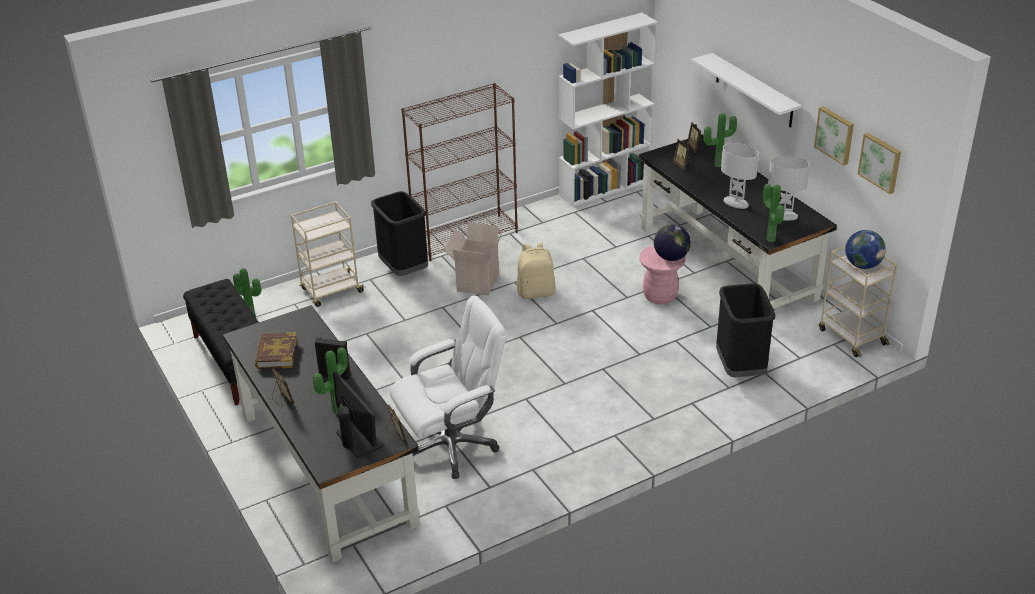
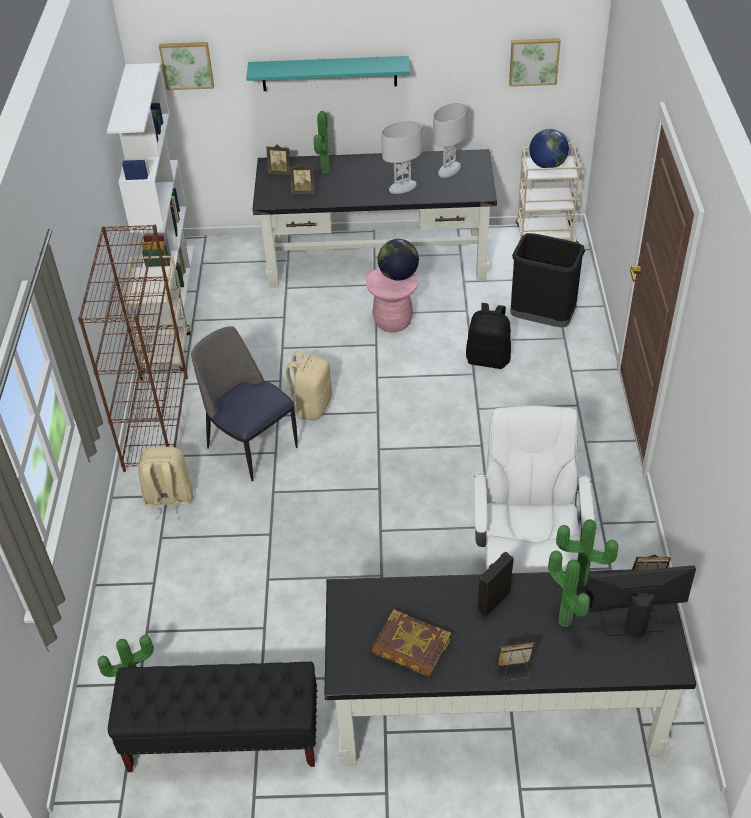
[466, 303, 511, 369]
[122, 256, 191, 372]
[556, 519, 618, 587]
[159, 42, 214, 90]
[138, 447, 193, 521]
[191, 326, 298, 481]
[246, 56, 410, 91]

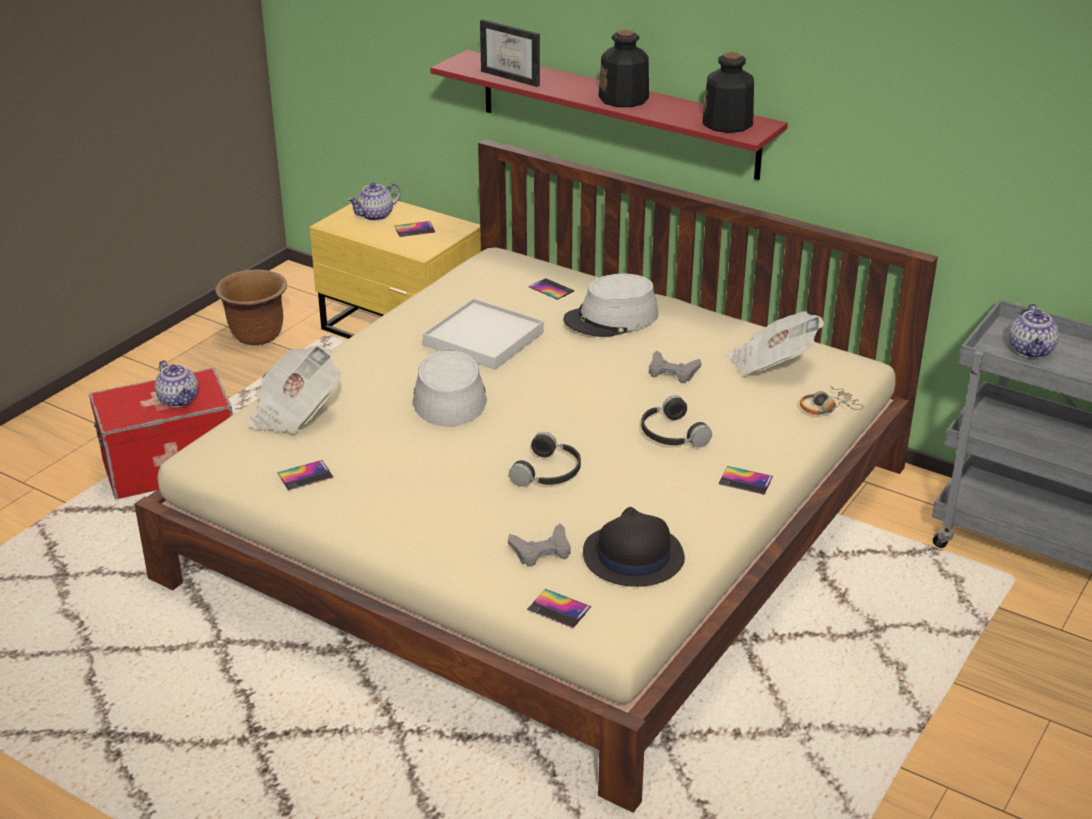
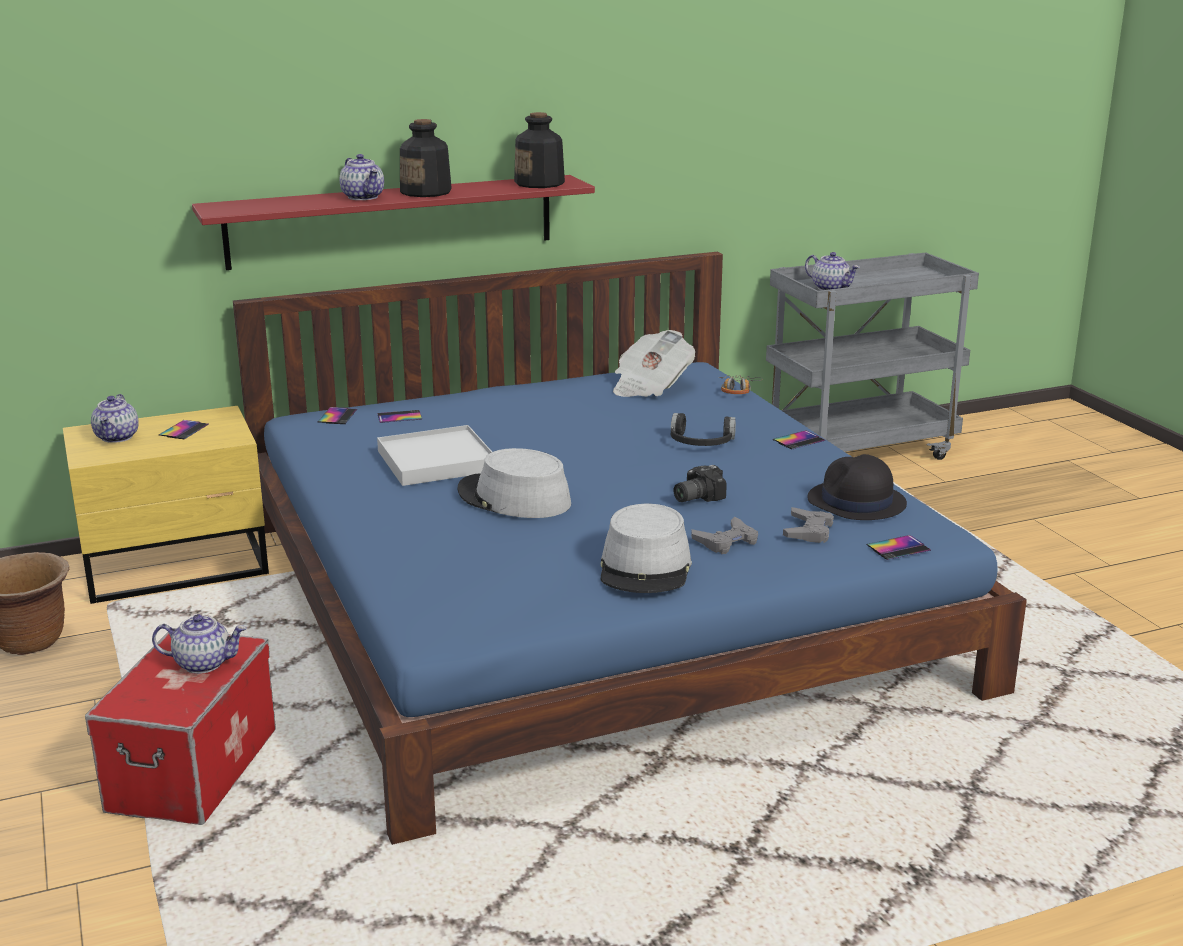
[247, 346, 341, 434] (first image)
[480, 19, 540, 87] (first image)
[340, 154, 384, 200]
[318, 407, 357, 424]
[601, 504, 692, 593]
[691, 516, 758, 554]
[674, 465, 727, 502]
[233, 252, 1027, 845]

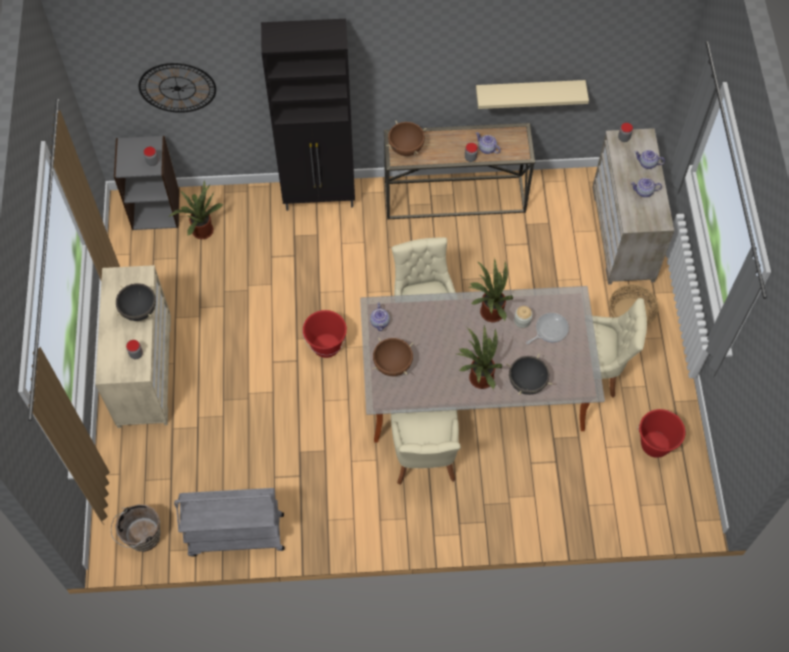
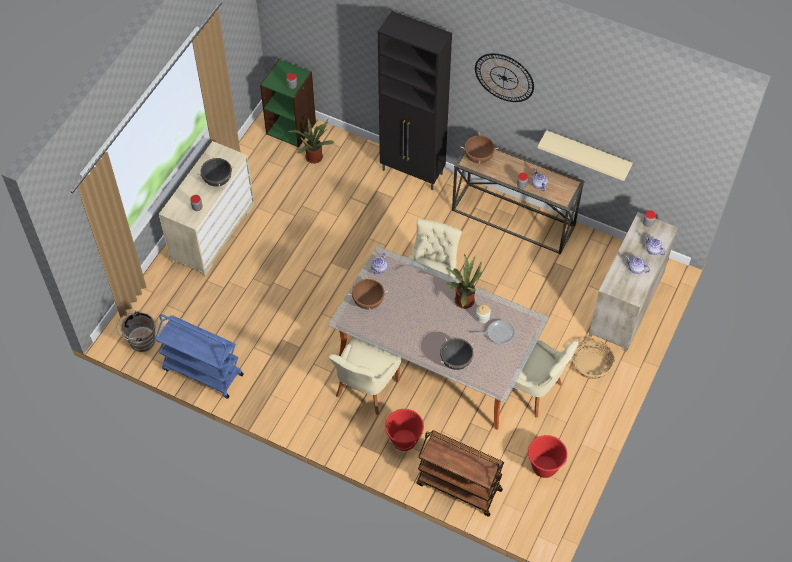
[457, 324, 502, 390] (first image)
[416, 431, 504, 517]
[475, 53, 534, 102]
[385, 409, 424, 451]
[260, 59, 316, 147]
[155, 314, 244, 399]

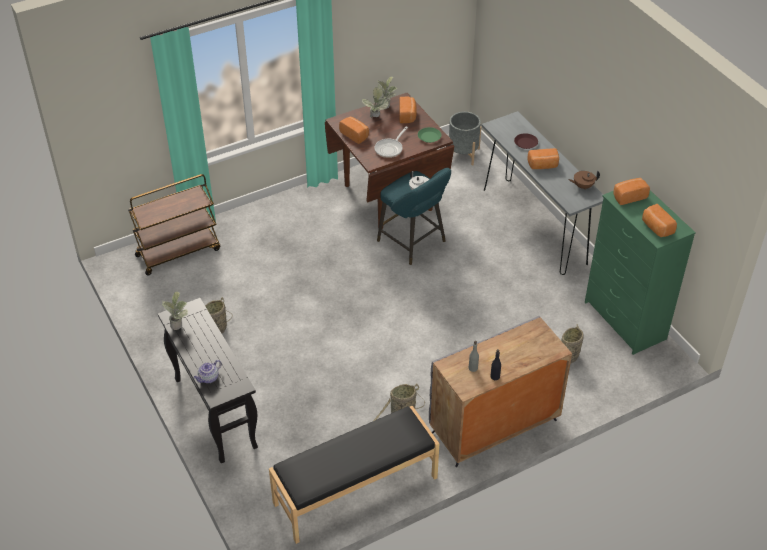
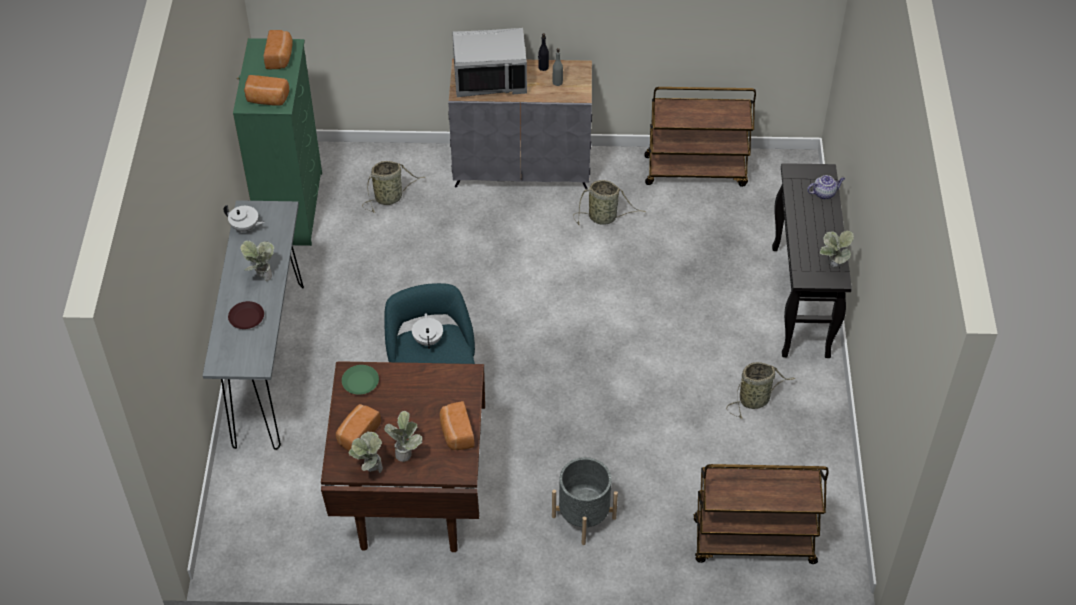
[374, 127, 408, 158] (first image)
[452, 28, 527, 97]
[552, 457, 618, 545]
[645, 87, 756, 187]
[240, 240, 274, 281]
[223, 205, 265, 233]

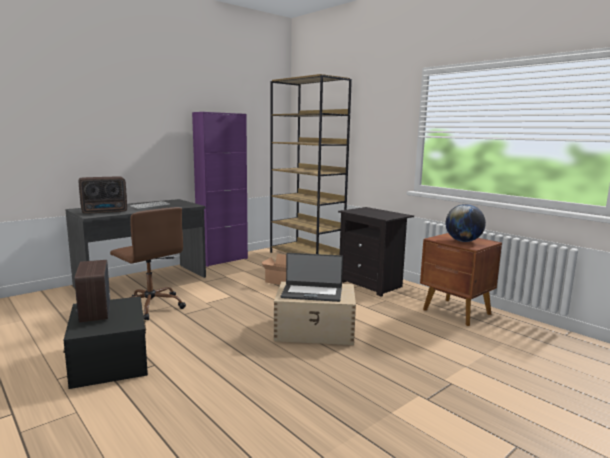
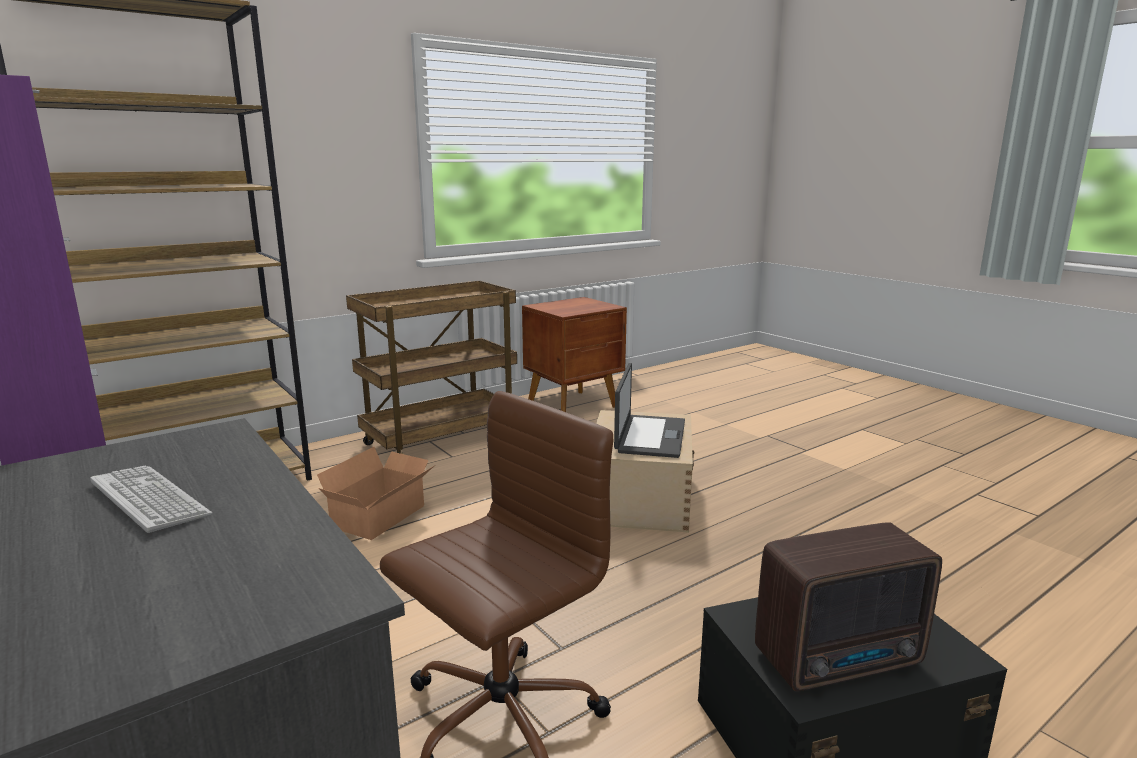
[79, 177, 127, 214] (first image)
[446, 204, 486, 242] (first image)
[346, 281, 517, 454]

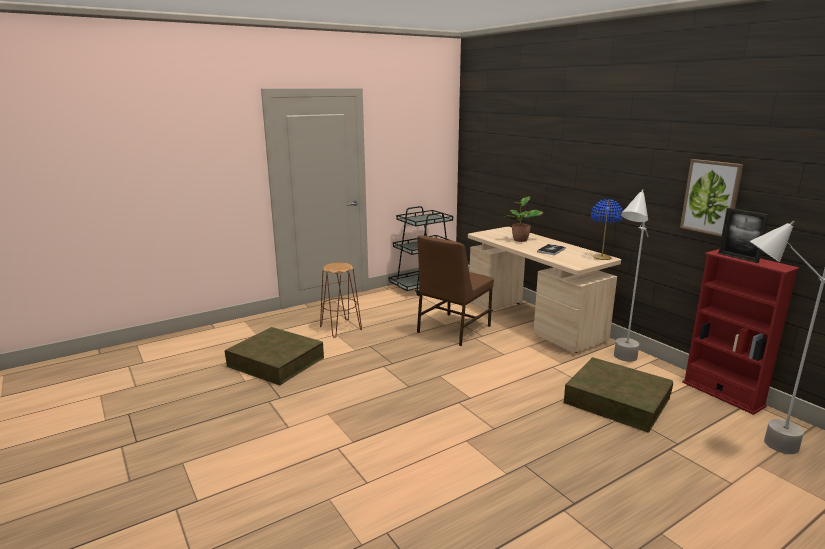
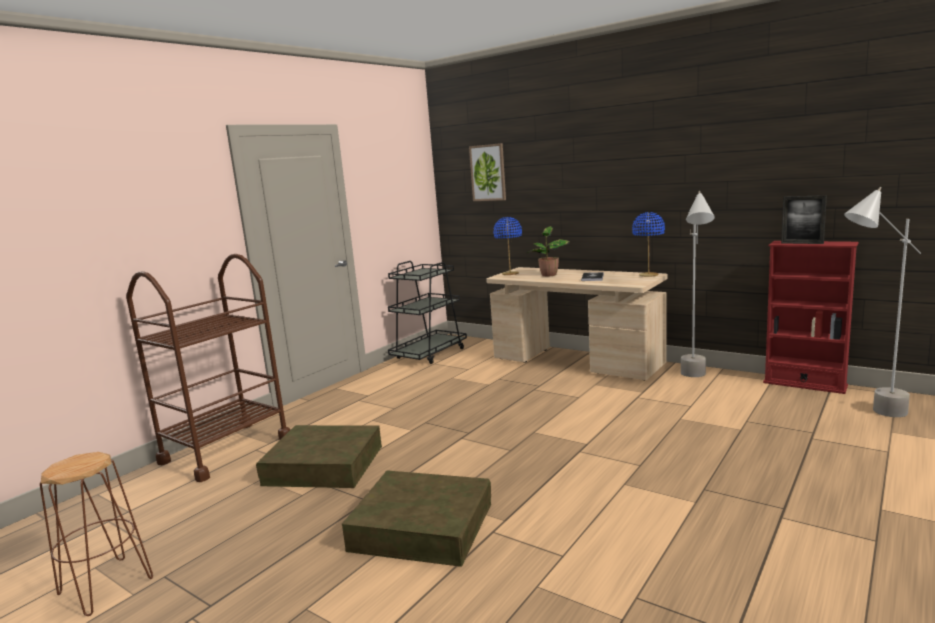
[417, 235, 494, 346] (first image)
[126, 254, 290, 482]
[493, 217, 522, 275]
[40, 452, 153, 616]
[342, 470, 491, 567]
[469, 143, 506, 201]

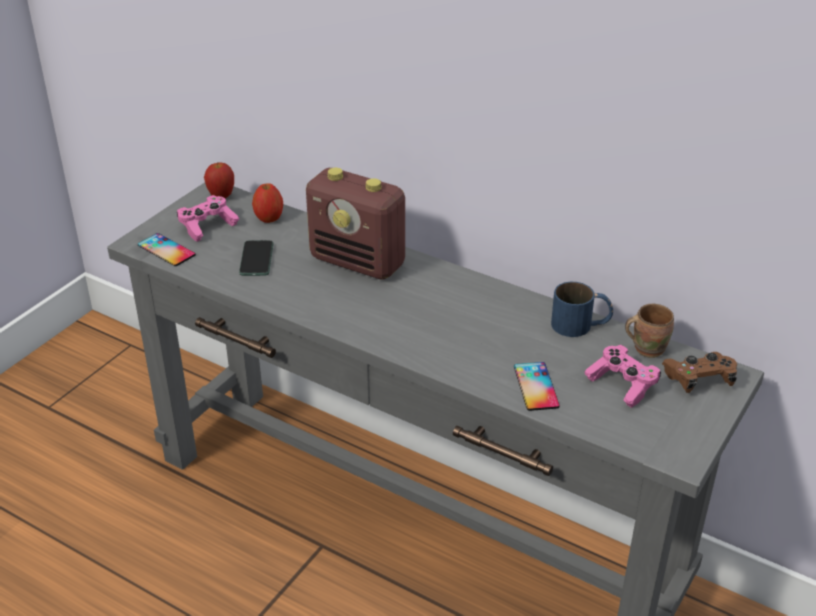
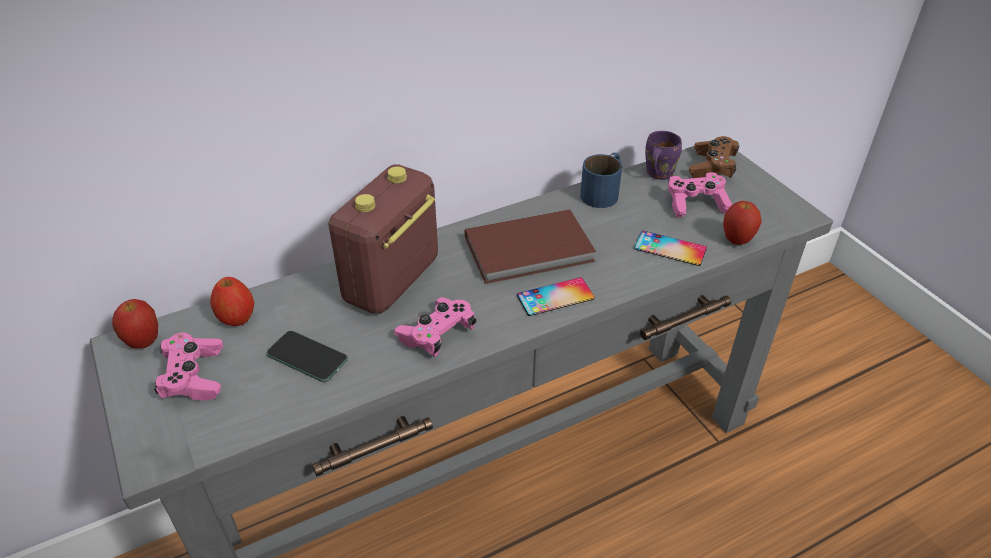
[394, 297, 476, 357]
[465, 209, 596, 284]
[723, 201, 762, 245]
[517, 277, 595, 316]
[645, 131, 682, 180]
[329, 164, 438, 314]

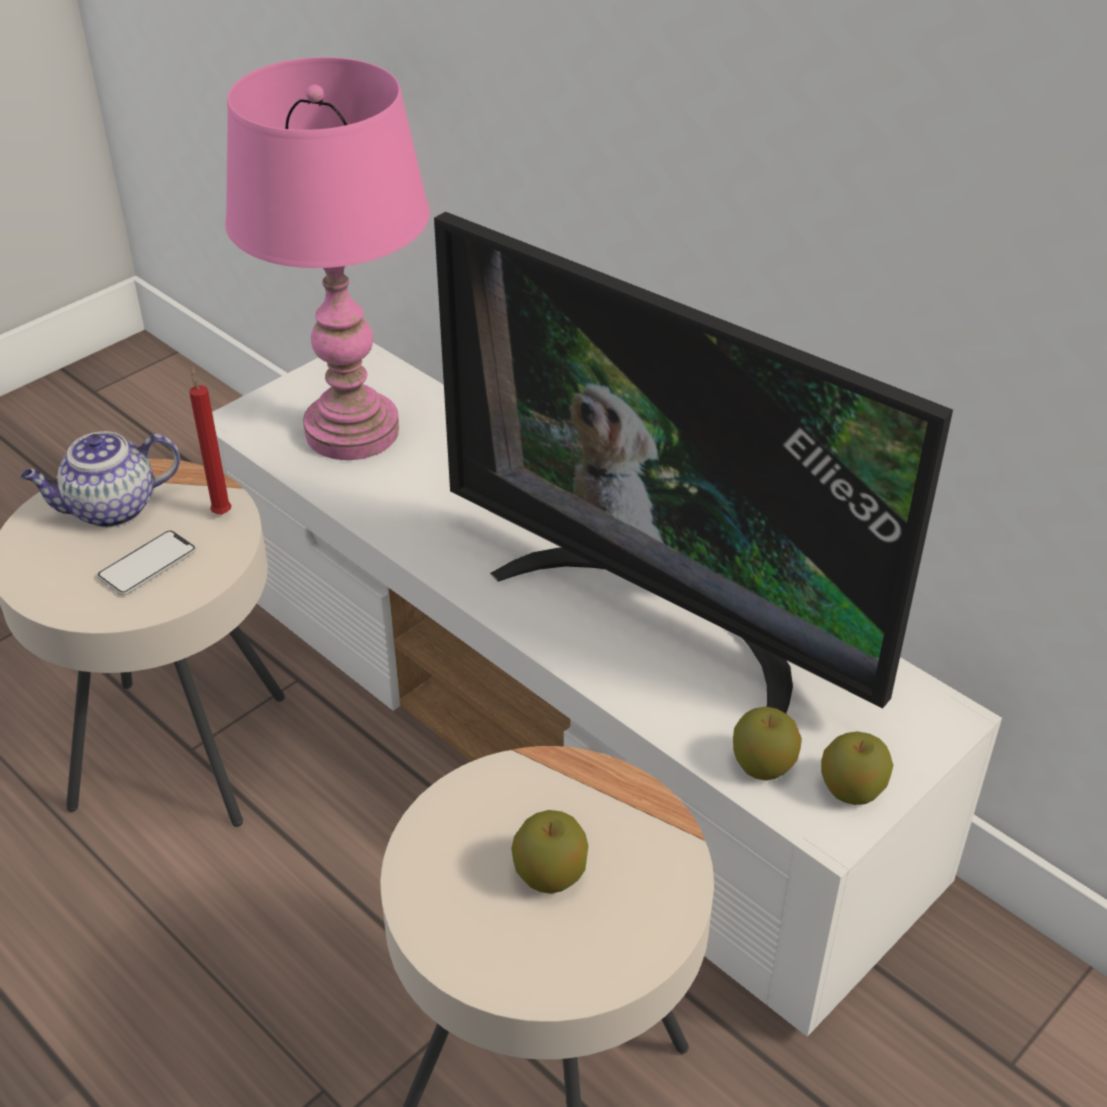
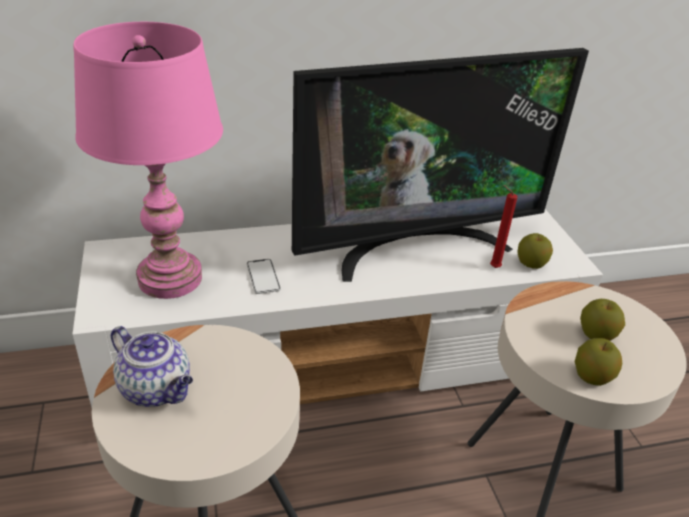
[247, 259, 281, 294]
[490, 185, 517, 268]
[574, 338, 622, 386]
[111, 326, 193, 407]

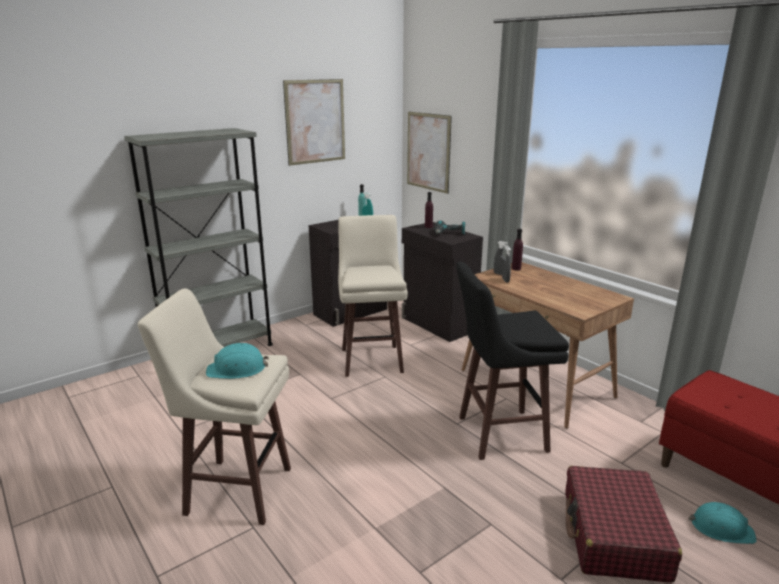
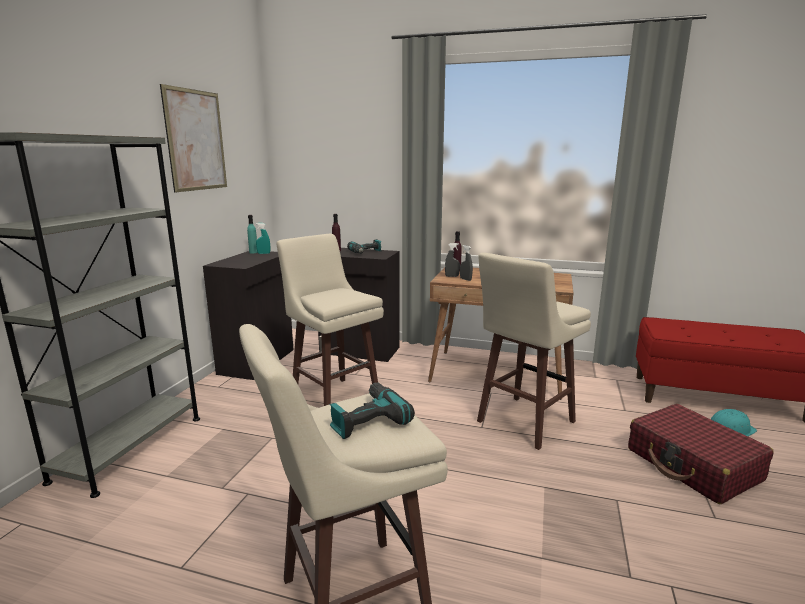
[407, 112, 452, 194] (first image)
[329, 382, 415, 439]
[477, 253, 591, 450]

